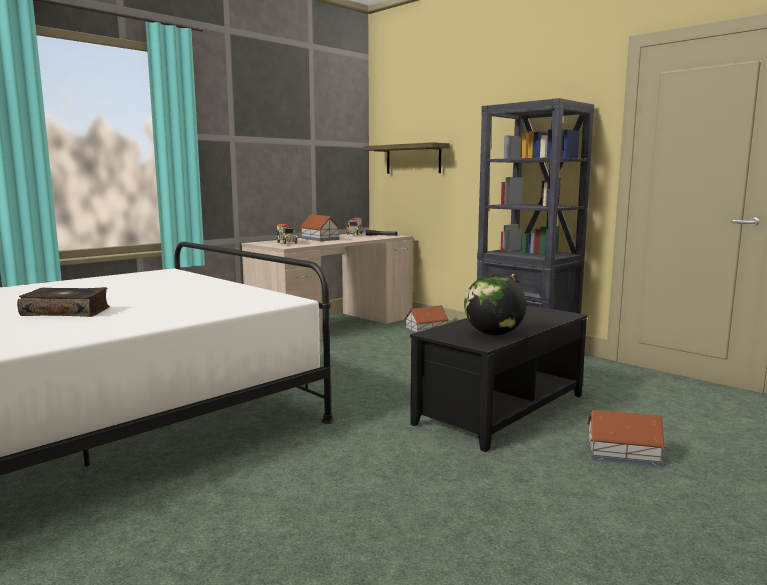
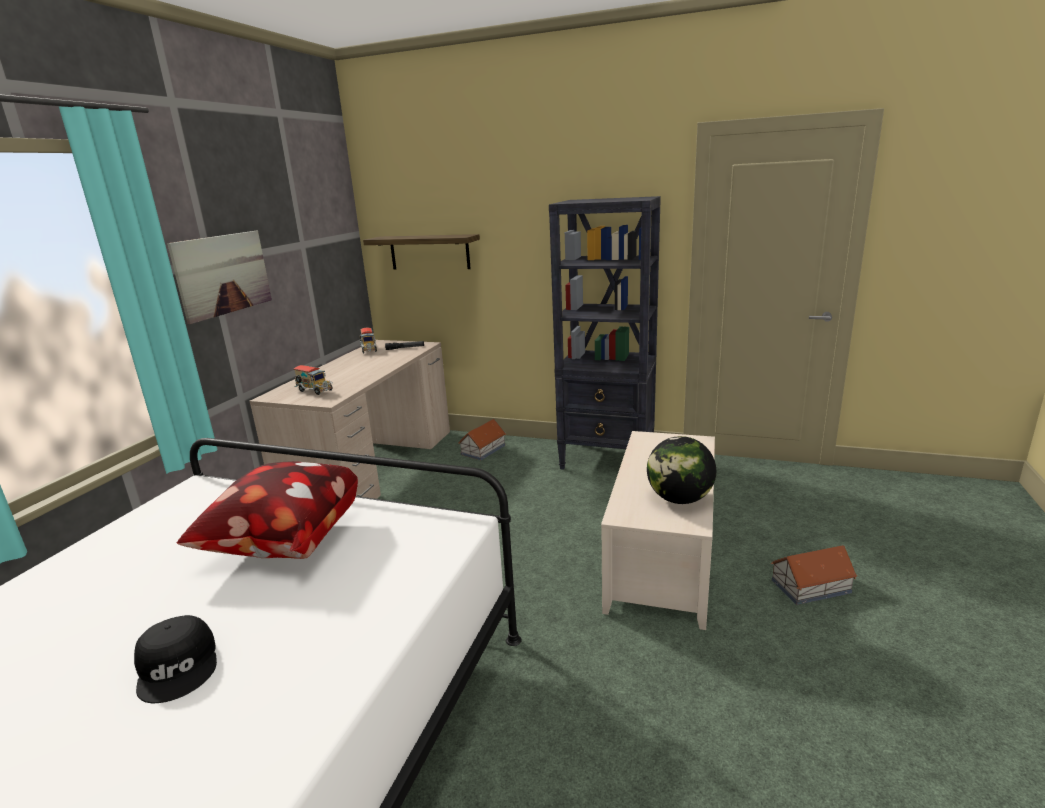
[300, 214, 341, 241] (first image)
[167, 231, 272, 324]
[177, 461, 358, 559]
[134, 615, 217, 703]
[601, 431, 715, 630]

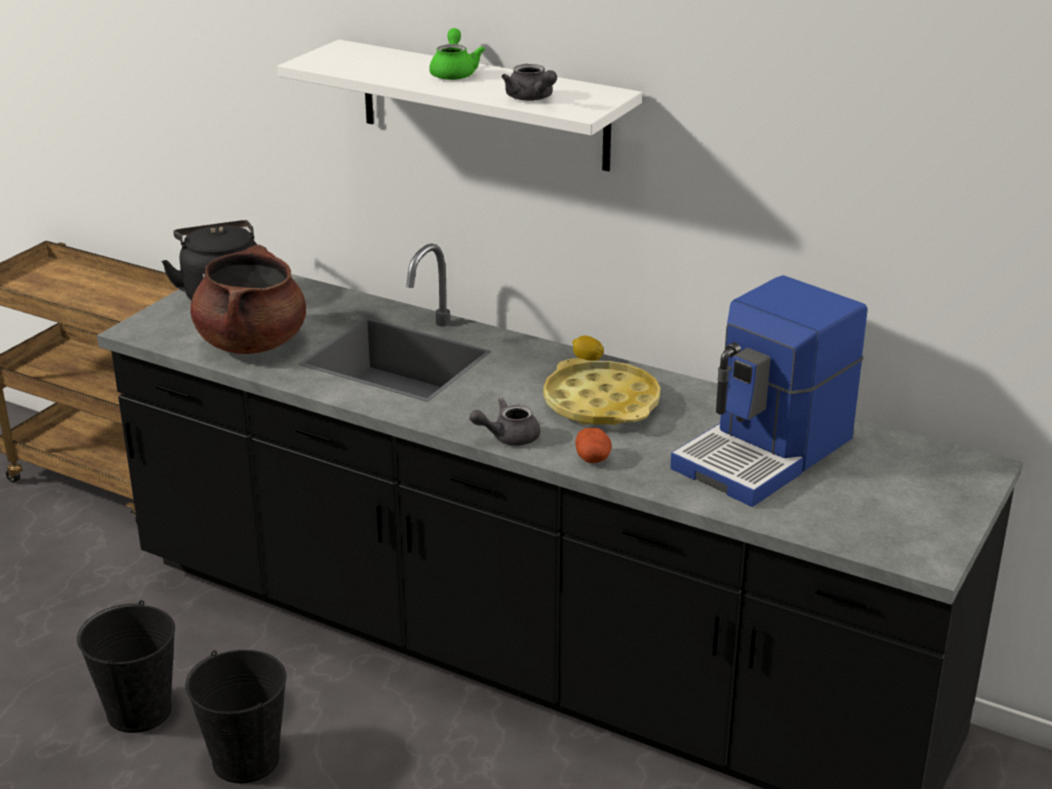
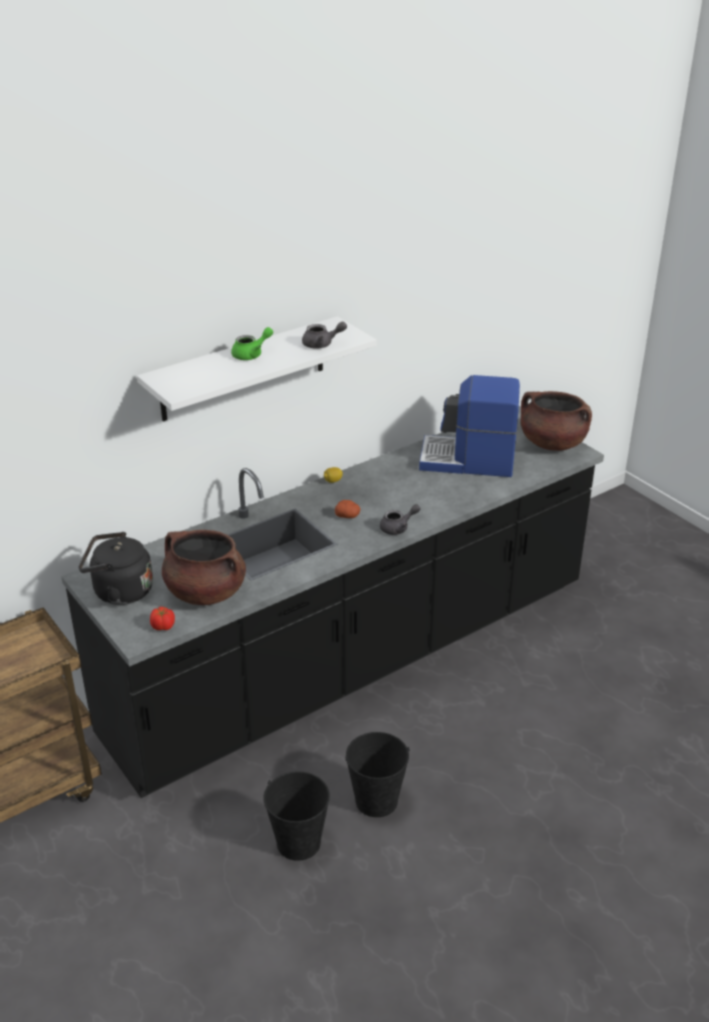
[543, 358, 660, 425] (first image)
[150, 607, 175, 630]
[521, 391, 592, 451]
[335, 500, 361, 518]
[231, 327, 273, 360]
[380, 504, 420, 535]
[419, 375, 520, 477]

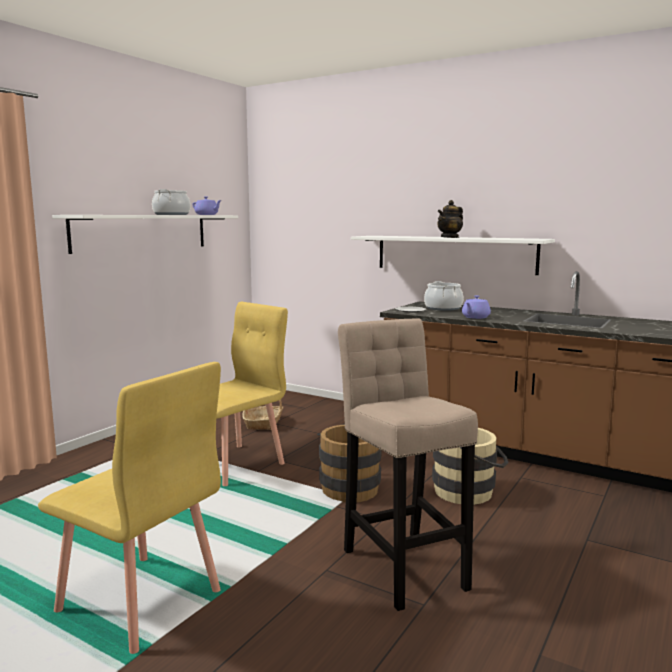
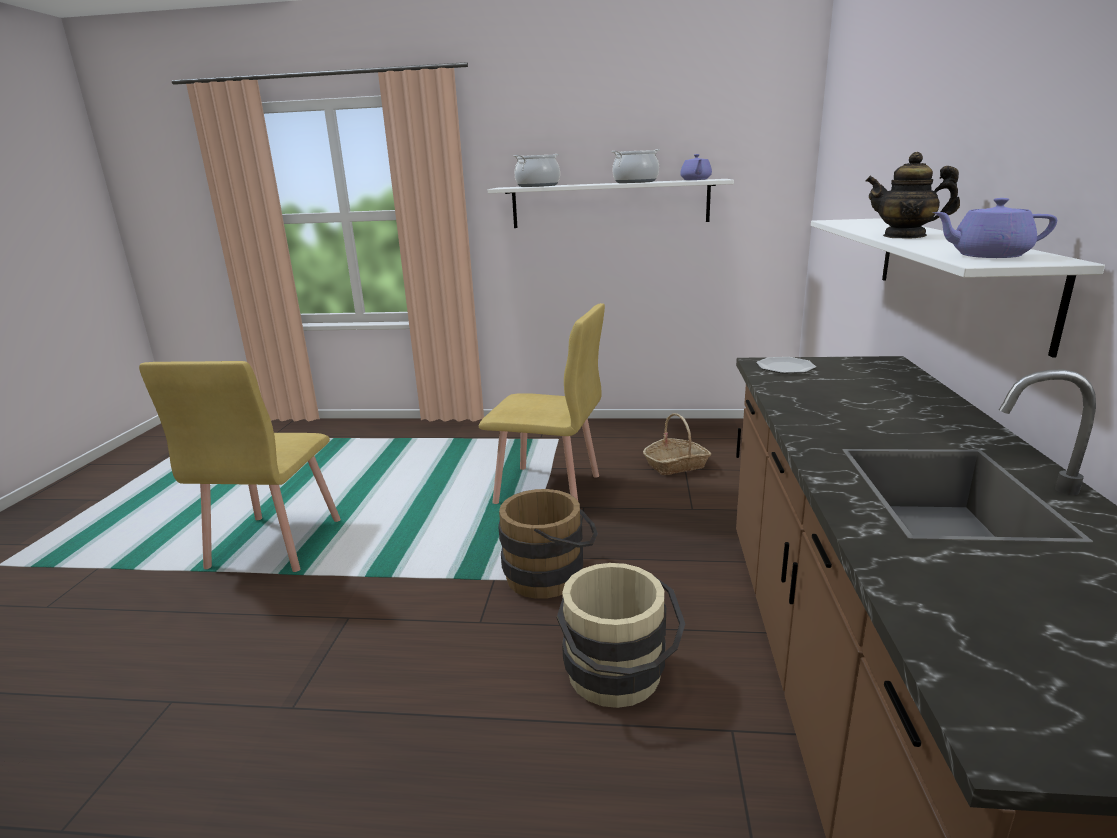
[338, 318, 478, 611] (first image)
[514, 154, 560, 187]
[933, 198, 1057, 258]

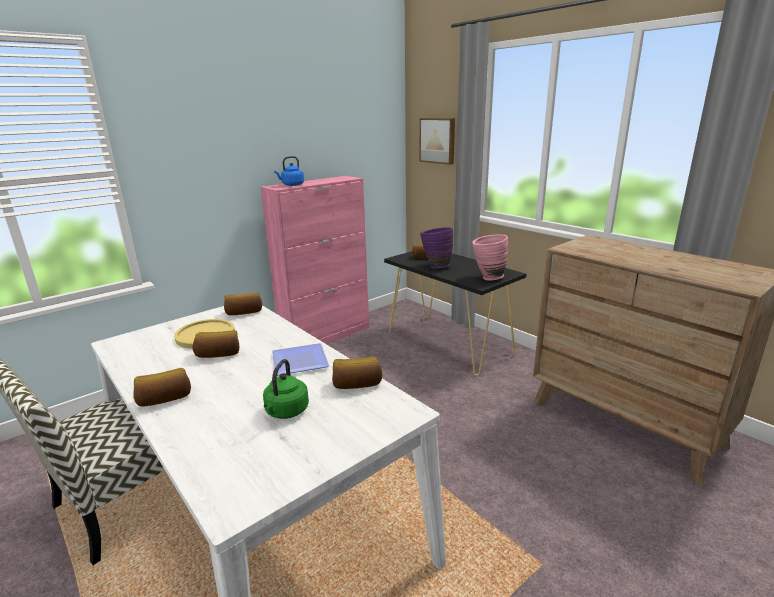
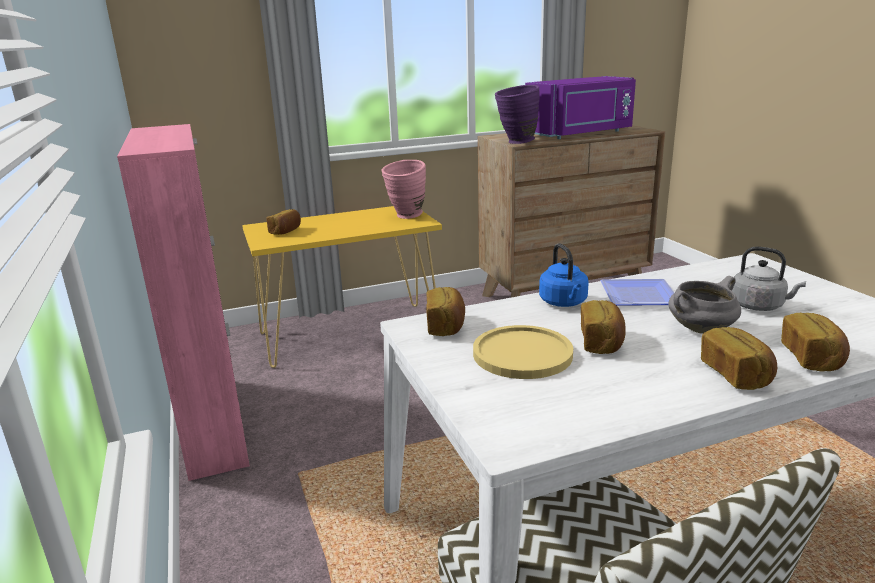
[420, 118, 455, 165] (first image)
[525, 76, 636, 139]
[669, 276, 741, 334]
[539, 243, 588, 307]
[781, 313, 850, 372]
[495, 85, 540, 144]
[732, 247, 806, 311]
[242, 206, 442, 368]

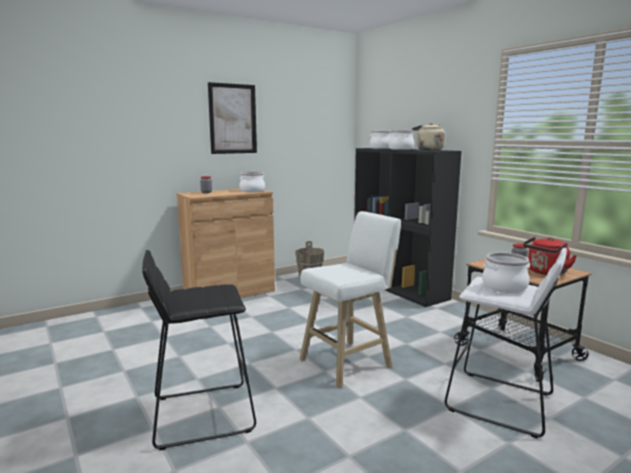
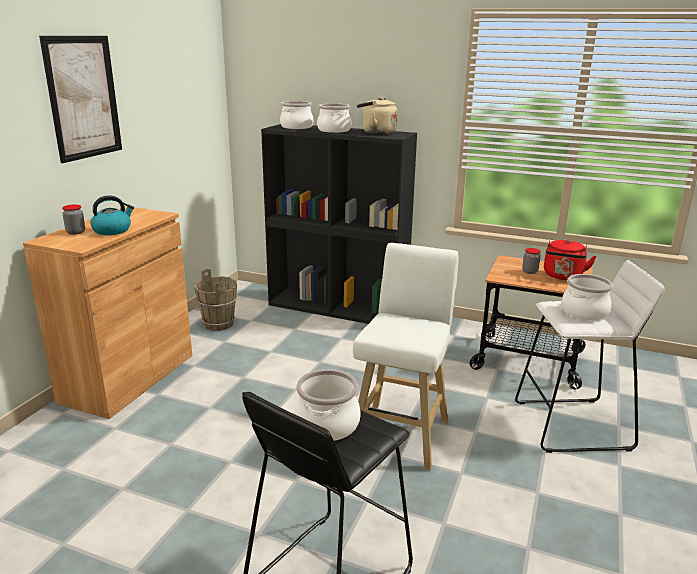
[90, 195, 134, 235]
[294, 369, 361, 441]

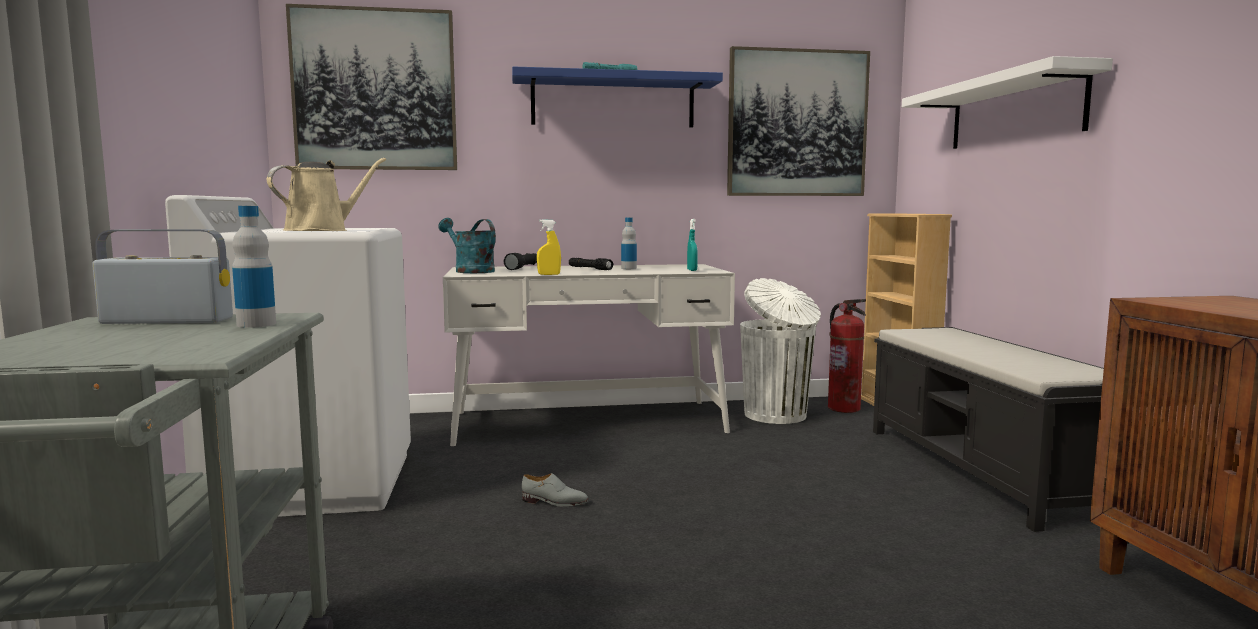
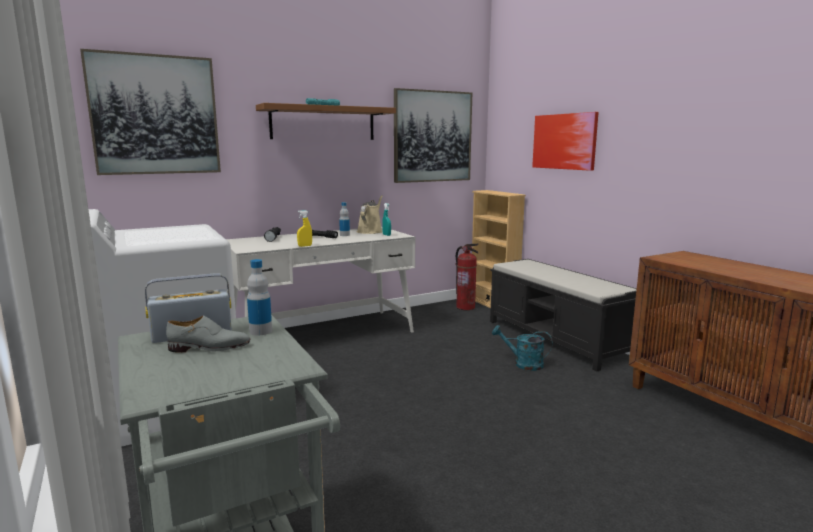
[740, 278, 821, 424] (first image)
[357, 195, 383, 234]
[492, 325, 553, 371]
[166, 316, 250, 353]
[532, 112, 599, 171]
[256, 103, 396, 140]

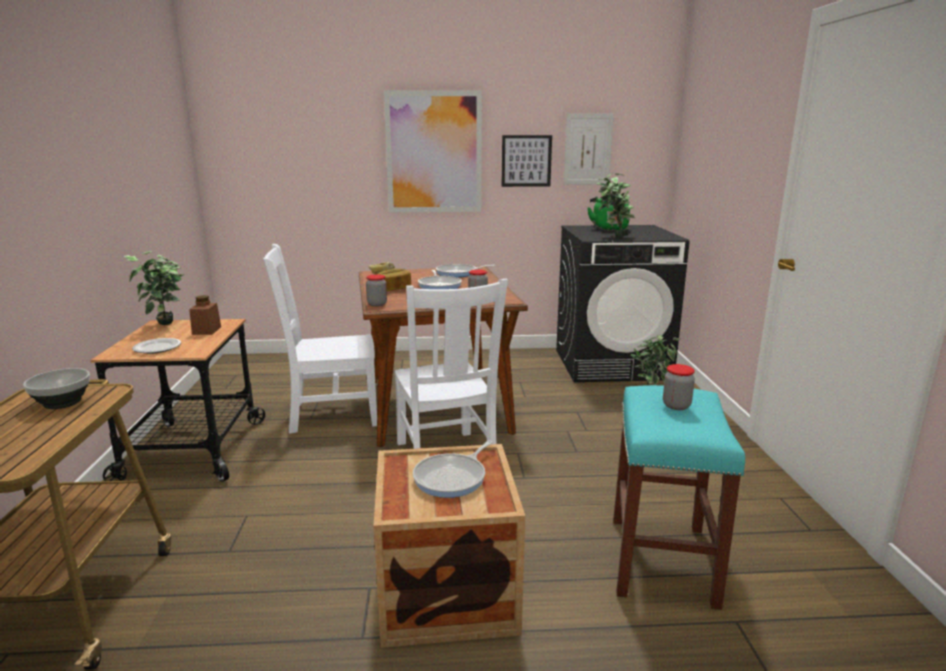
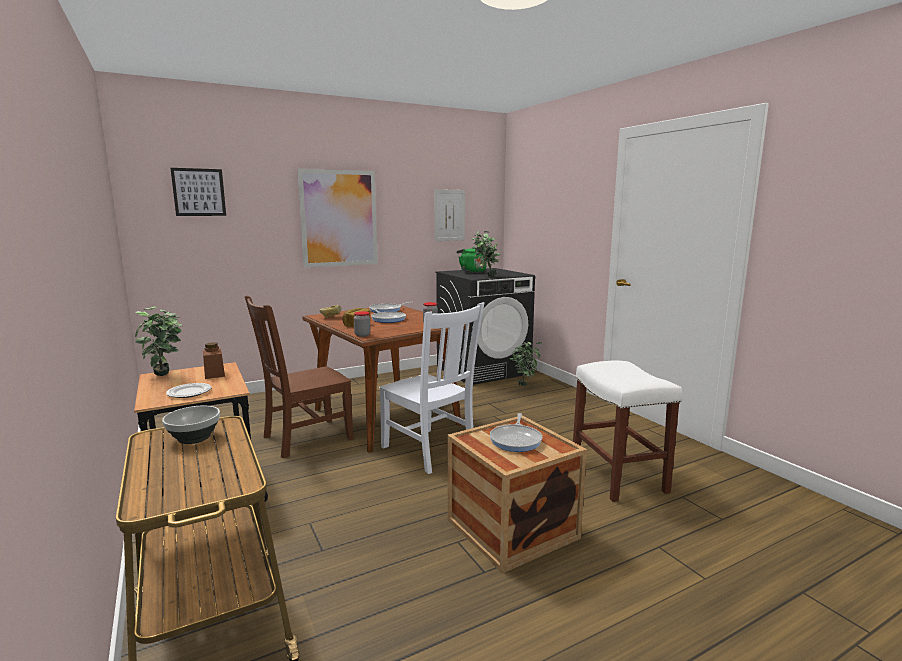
[663, 364, 695, 410] (first image)
[170, 168, 226, 216]
[245, 295, 354, 458]
[573, 360, 682, 502]

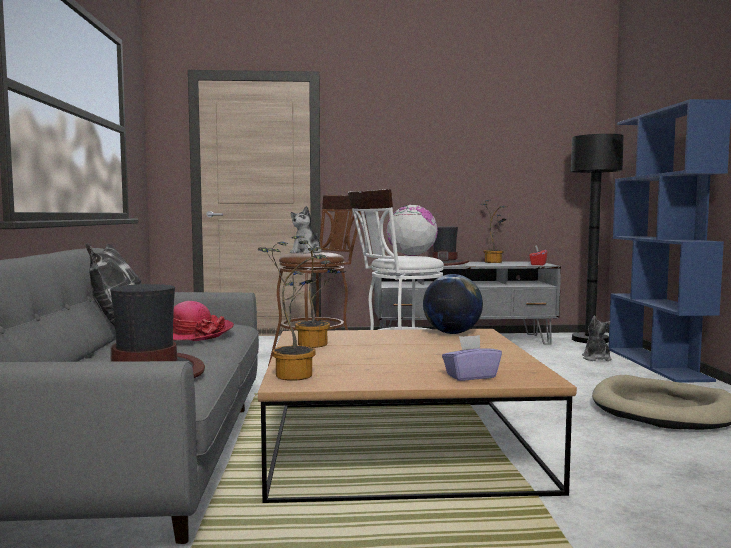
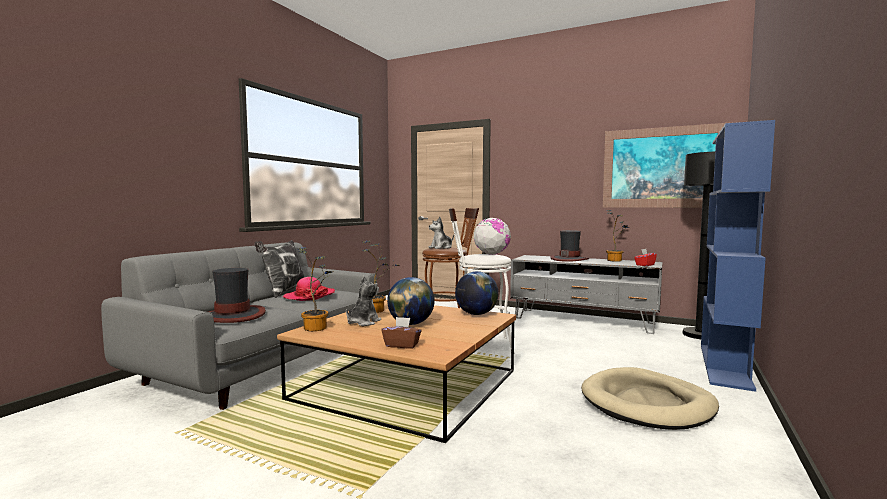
[387, 277, 435, 325]
[603, 123, 725, 208]
[346, 276, 381, 326]
[382, 317, 421, 349]

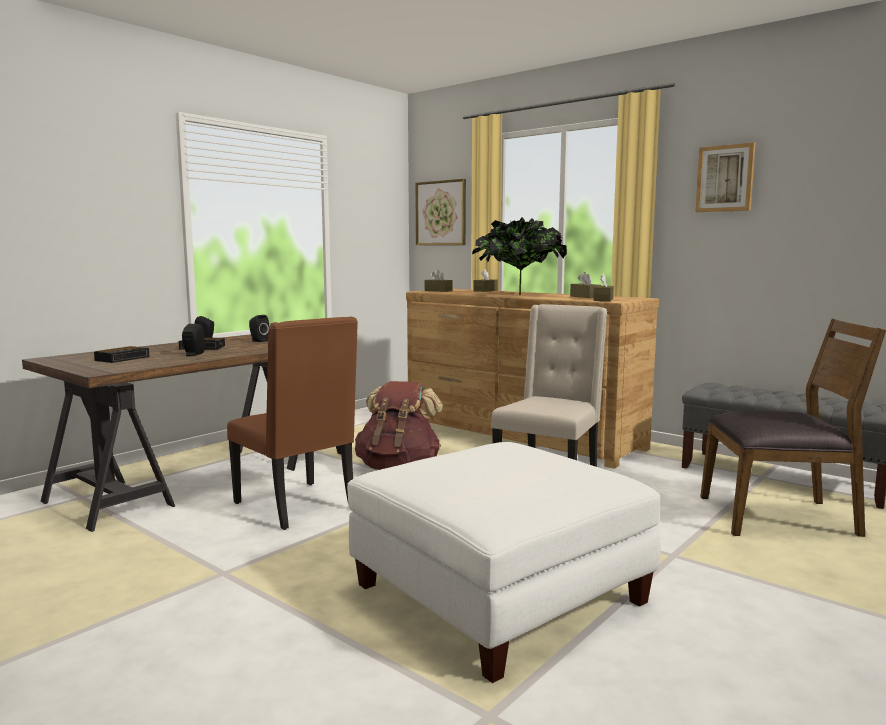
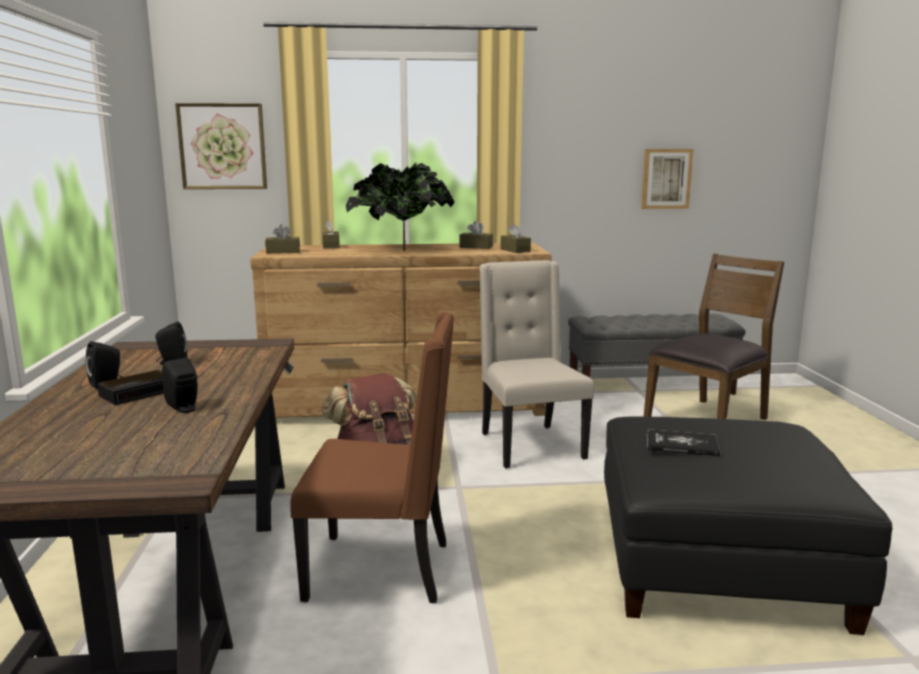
[94, 346, 149, 363] (first image)
[647, 429, 721, 457]
[641, 149, 693, 209]
[604, 417, 892, 635]

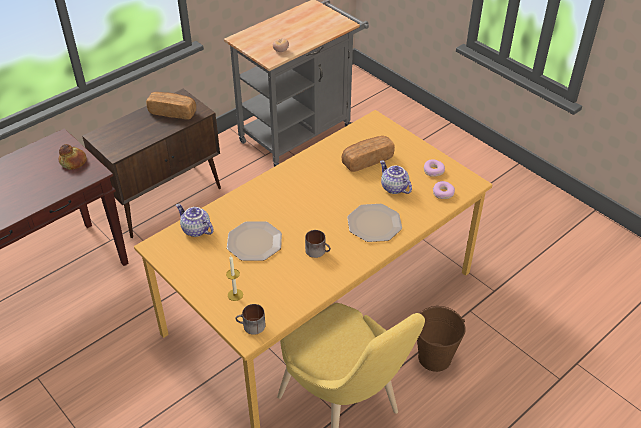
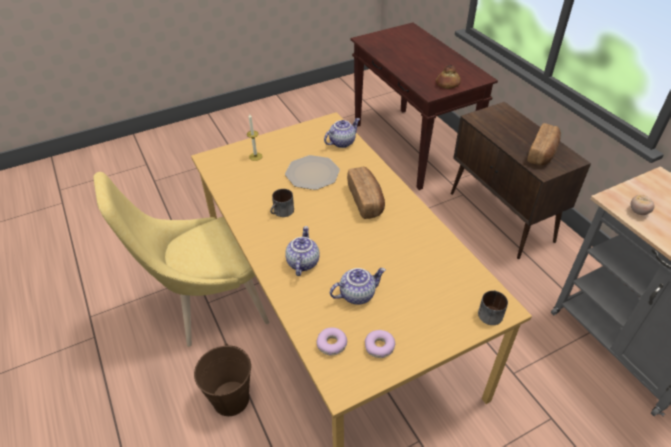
[478, 290, 508, 325]
[347, 167, 385, 219]
[285, 226, 320, 276]

